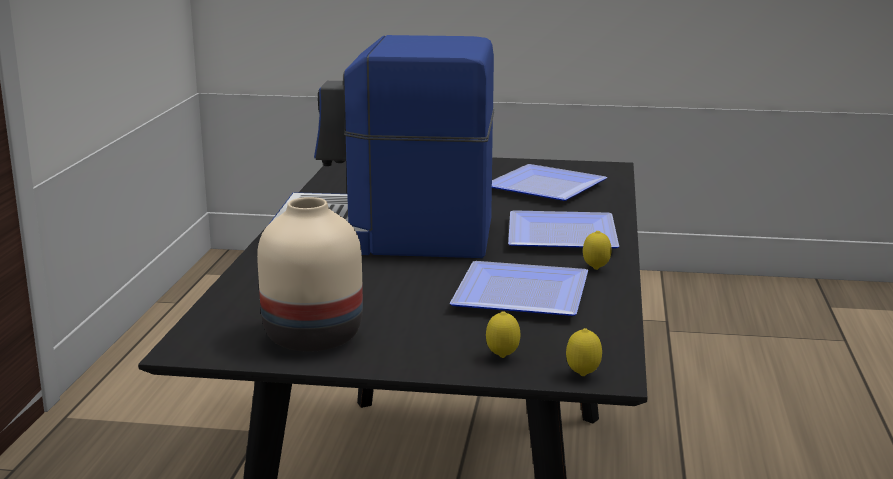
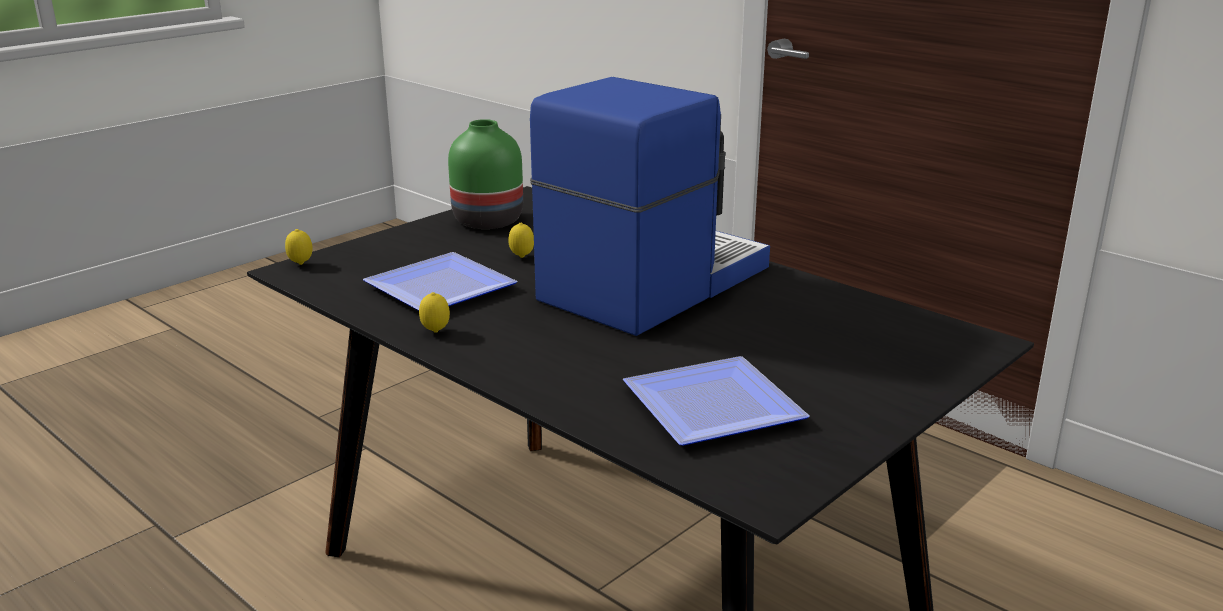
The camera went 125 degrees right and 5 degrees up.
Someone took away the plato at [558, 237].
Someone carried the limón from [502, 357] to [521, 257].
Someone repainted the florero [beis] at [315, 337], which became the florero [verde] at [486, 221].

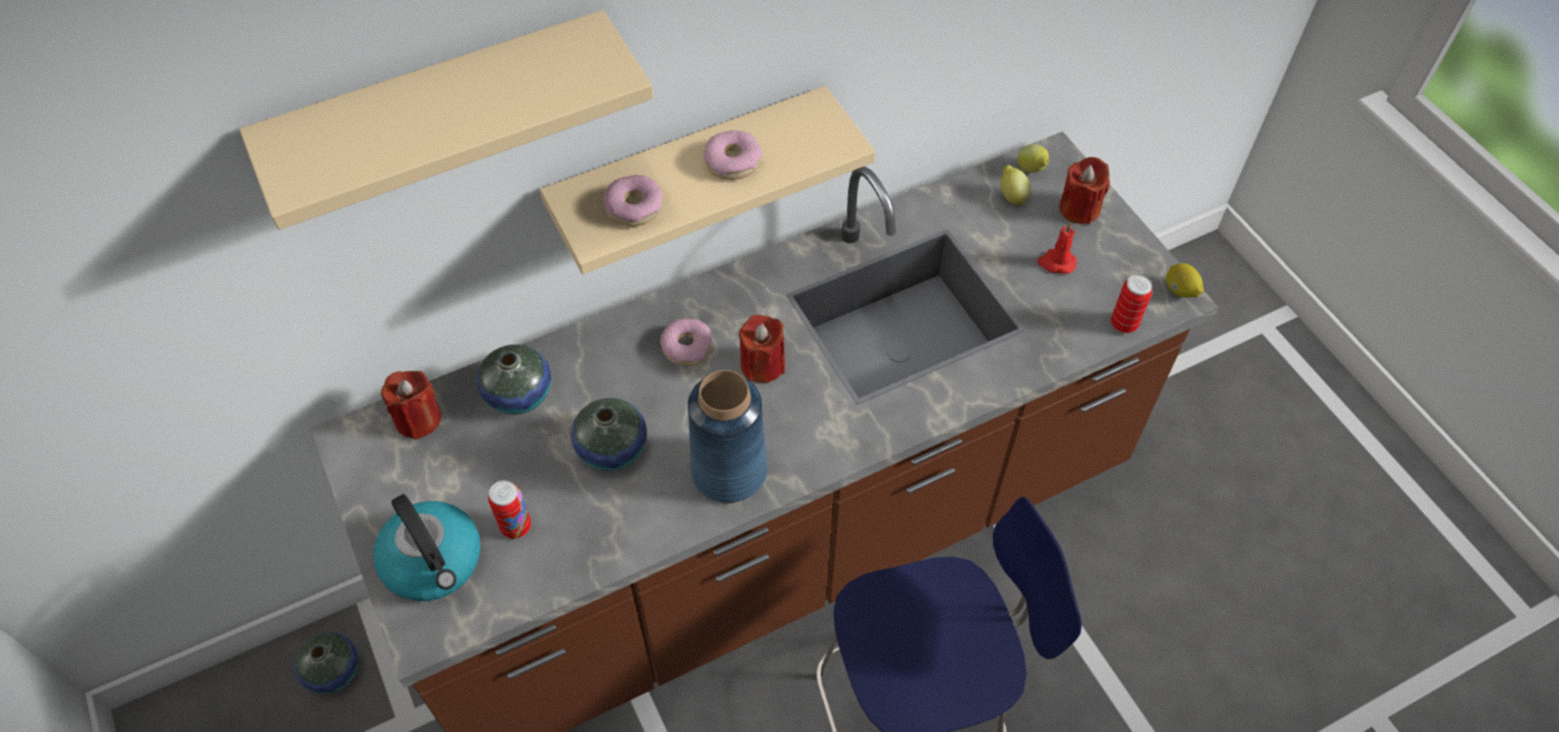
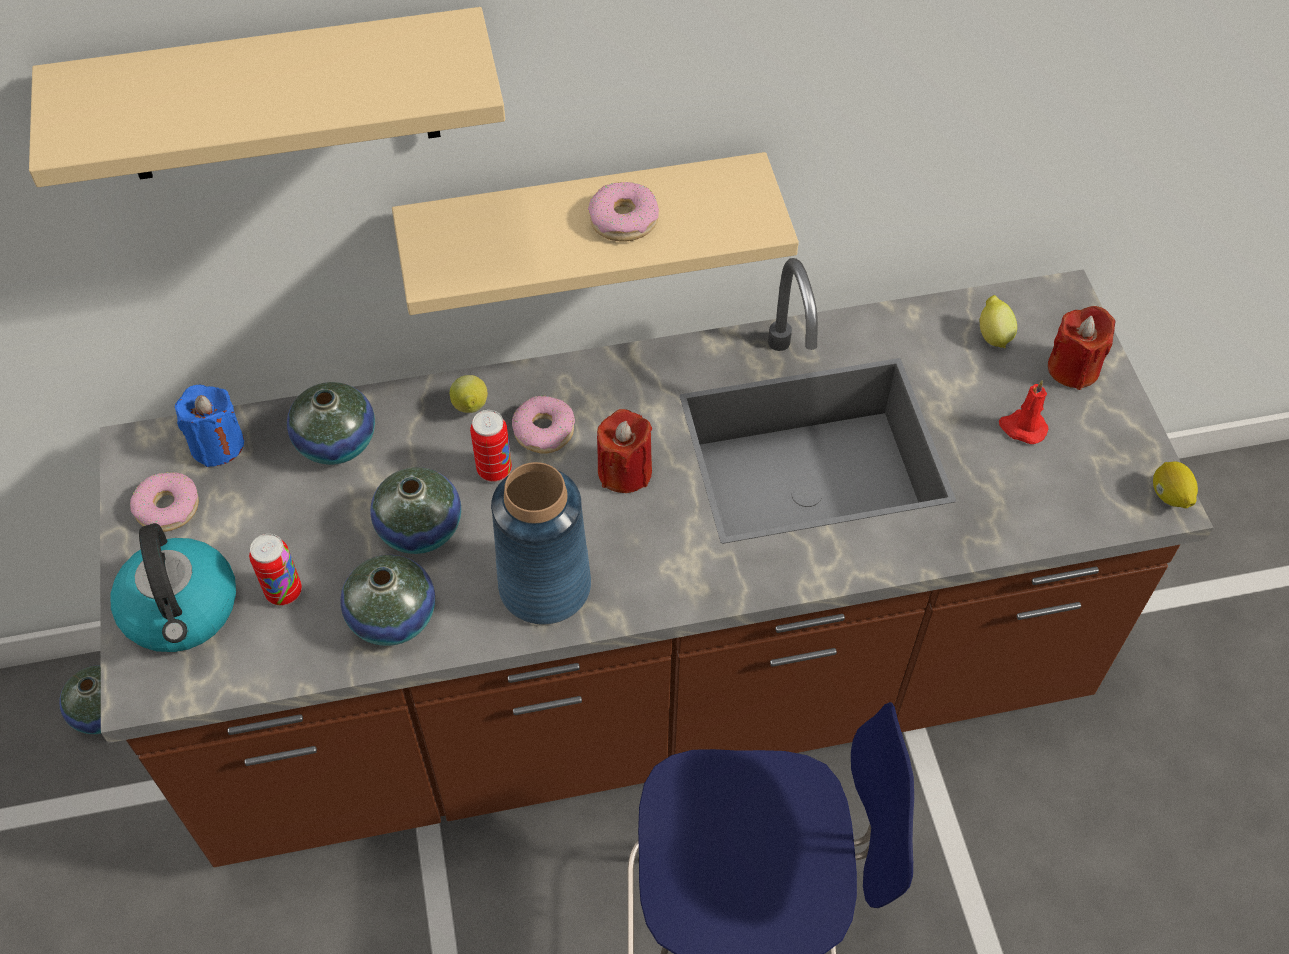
The camera went 15 degrees right and 0 degrees up.
Someone put down the florero at [393, 617].
Someone carried the rosquilla from [634, 207] to [168, 507].
Someone carried the limón from [1031, 170] to [471, 408].
Someone carried the lata from [1124, 324] to [494, 470].
Someone repainted the vela [rojo] at [418, 419], which became the vela [azul] at [217, 444].

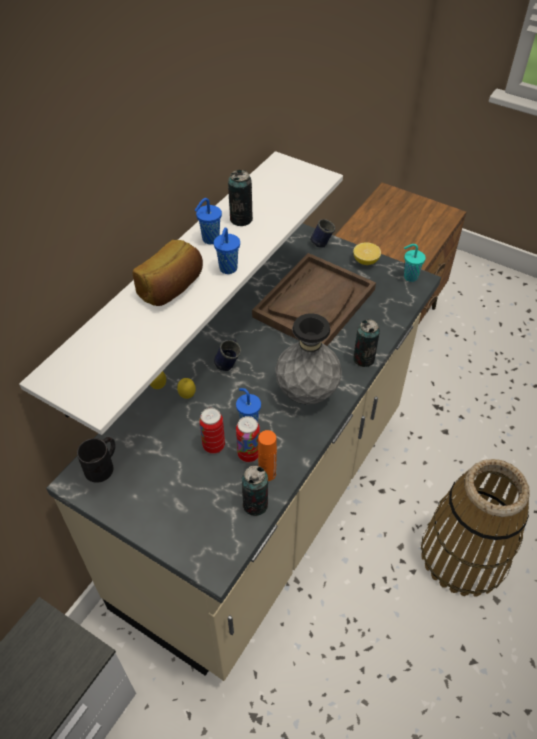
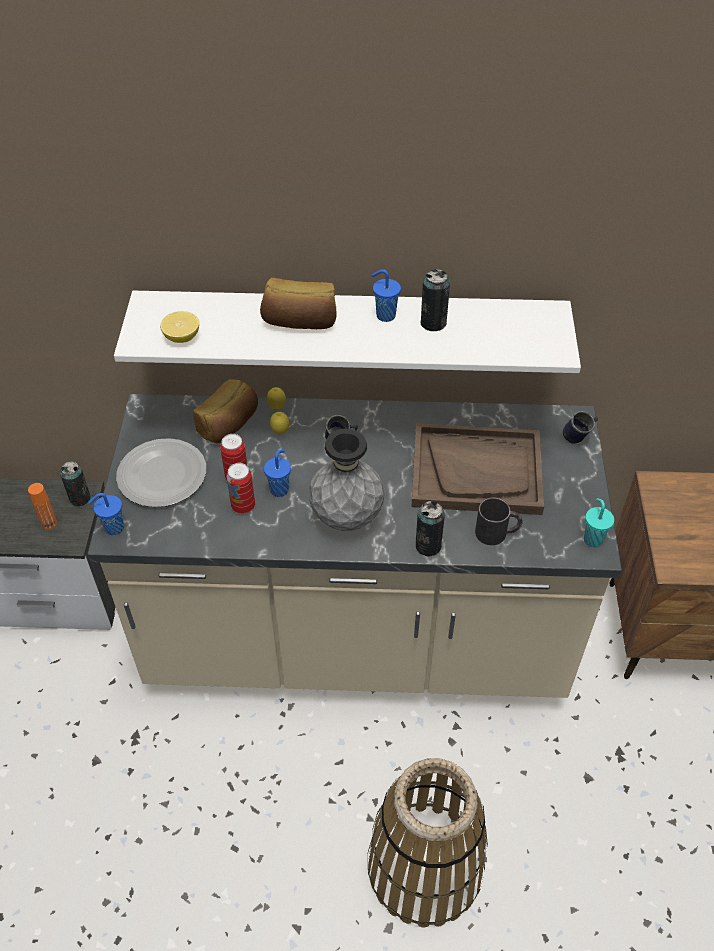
The camera went 60 degrees right and 0 degrees up.
Someone put down the plato at [162, 476].
Someone put down the pan at [229, 424].
Someone carried the taza grande [negro] from [103, 465] to [497, 533].
Someone carried the taza [azul] from [228, 269] to [113, 528].
Someone carried the lata from [255, 505] to [80, 498].
Someone carried the botella [naranja] from [267, 473] to [49, 523].
Someone carried the limón from [365, 261] to [182, 337].

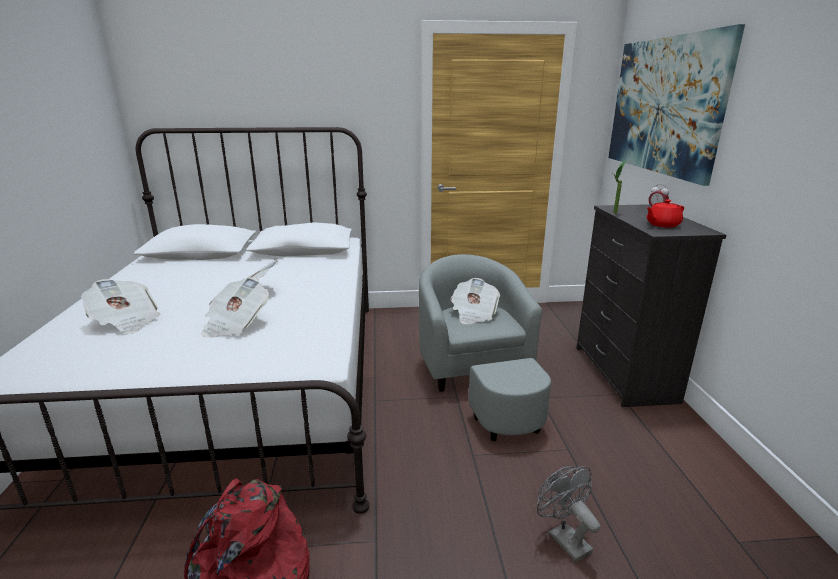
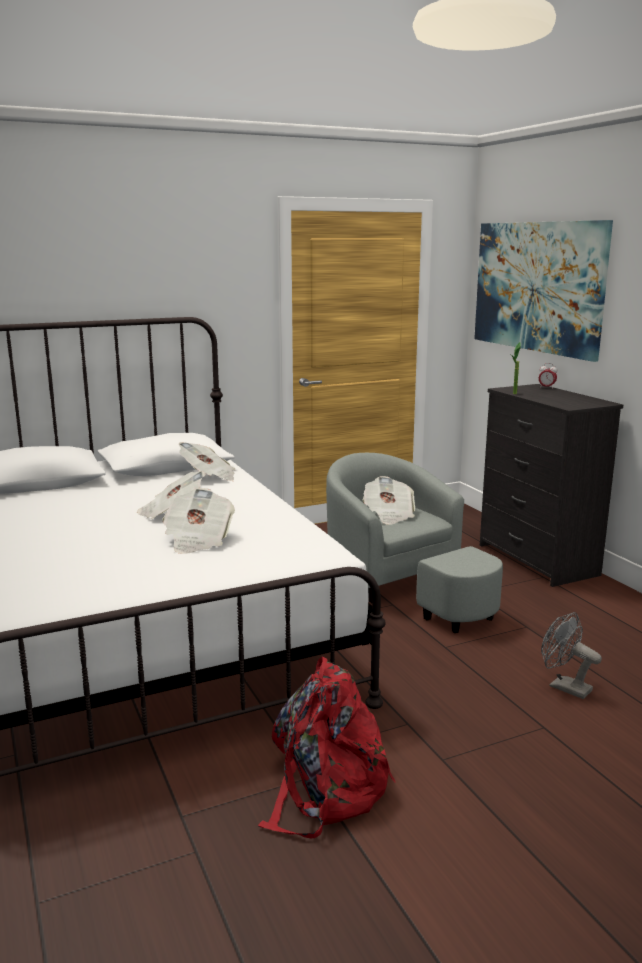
The camera went 20 degrees left and 5 degrees down.
Someone took away the tetera [rojo] at [662, 225].
Someone carried the periódico from [125, 321] to [209, 476].

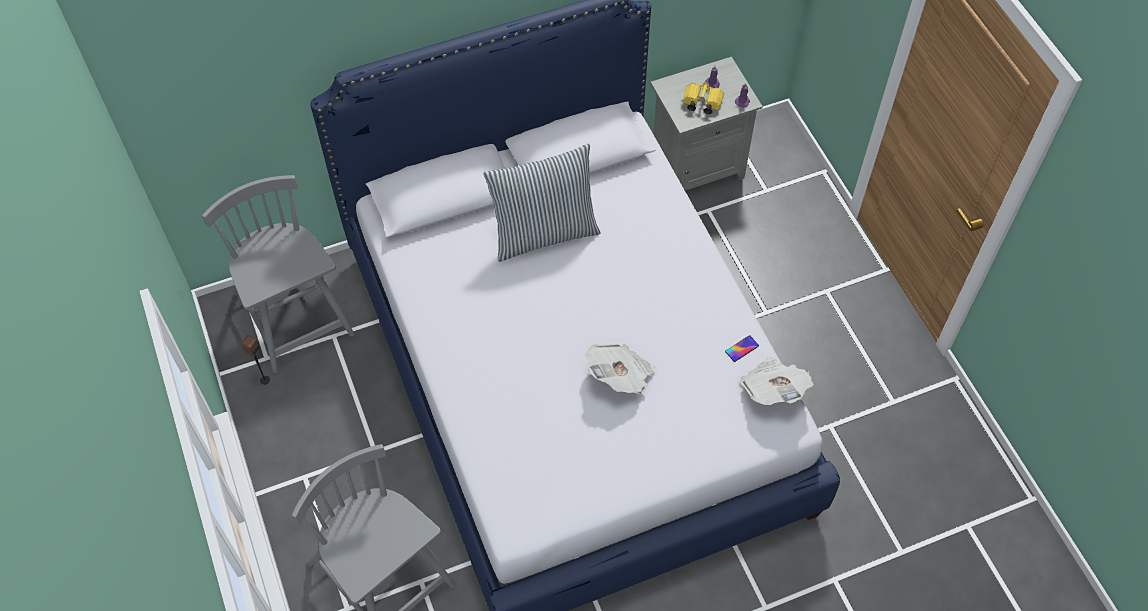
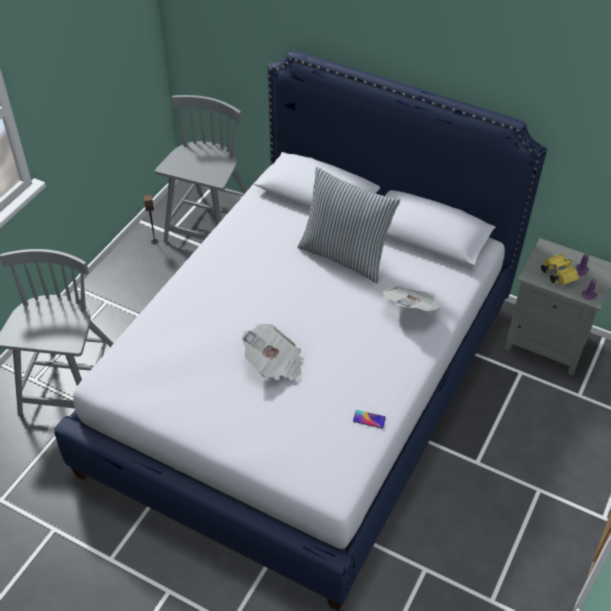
The camera went 50 degrees right and 10 degrees down.
Someone carried the periódico from [773, 389] to [412, 308].

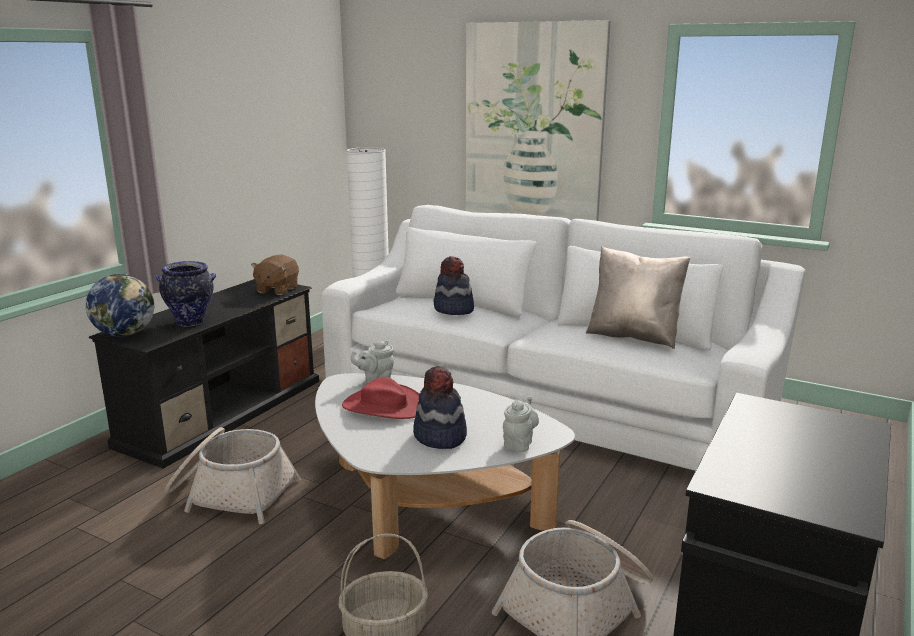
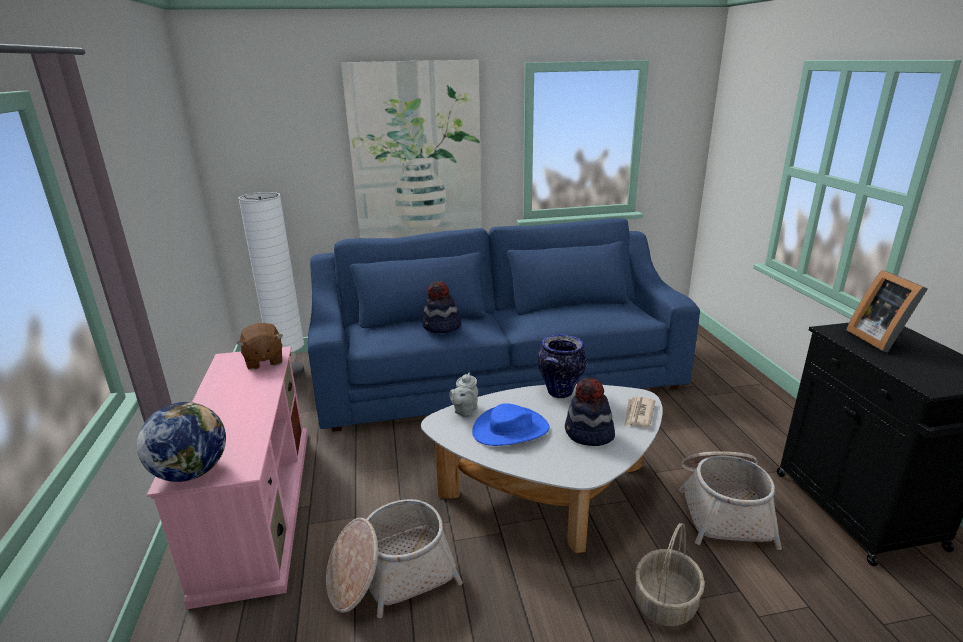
The camera went 40 degrees left and 5 degrees up.
Someone took away the cojín [beis] at [634, 336].
Someone put down the portarretratos at [879, 339].
Someone carried the florero from [191, 322] to [560, 392].
Someone swapped the tetera [gris] at [519, 443] for the periódico at [638, 414].
Someone repainted the mueble de televisión [negro] at [223, 411], which became the mueble de televisión [rosa] at [257, 504].
Someone repainted the sofá [blanco] at [545, 398], which became the sofá [azul] at [499, 374].
Someone repainted the sombrero [rojo] at [383, 407], which became the sombrero [azul] at [511, 430].

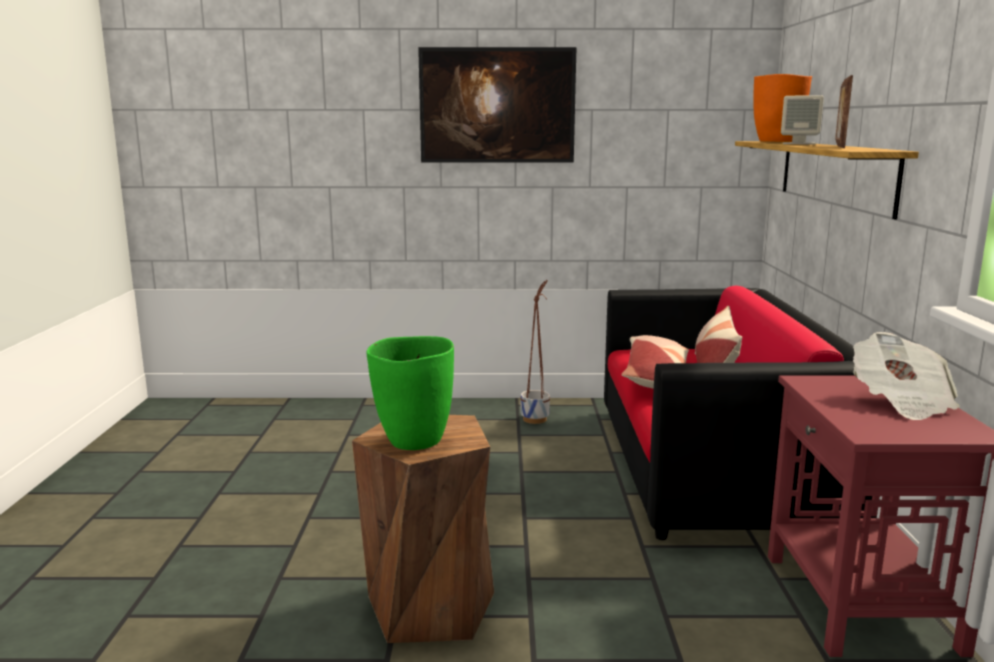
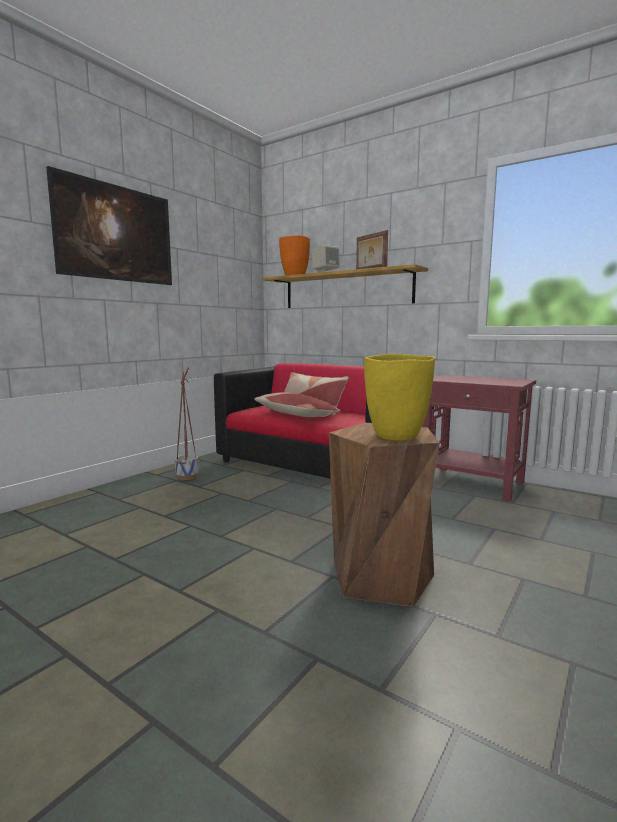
The camera went 55 degrees left and 5 degrees down.
Someone took away the periódico at [901, 402].
Someone repainted the florero [verde] at [413, 441], which became the florero [amarillo] at [397, 436].

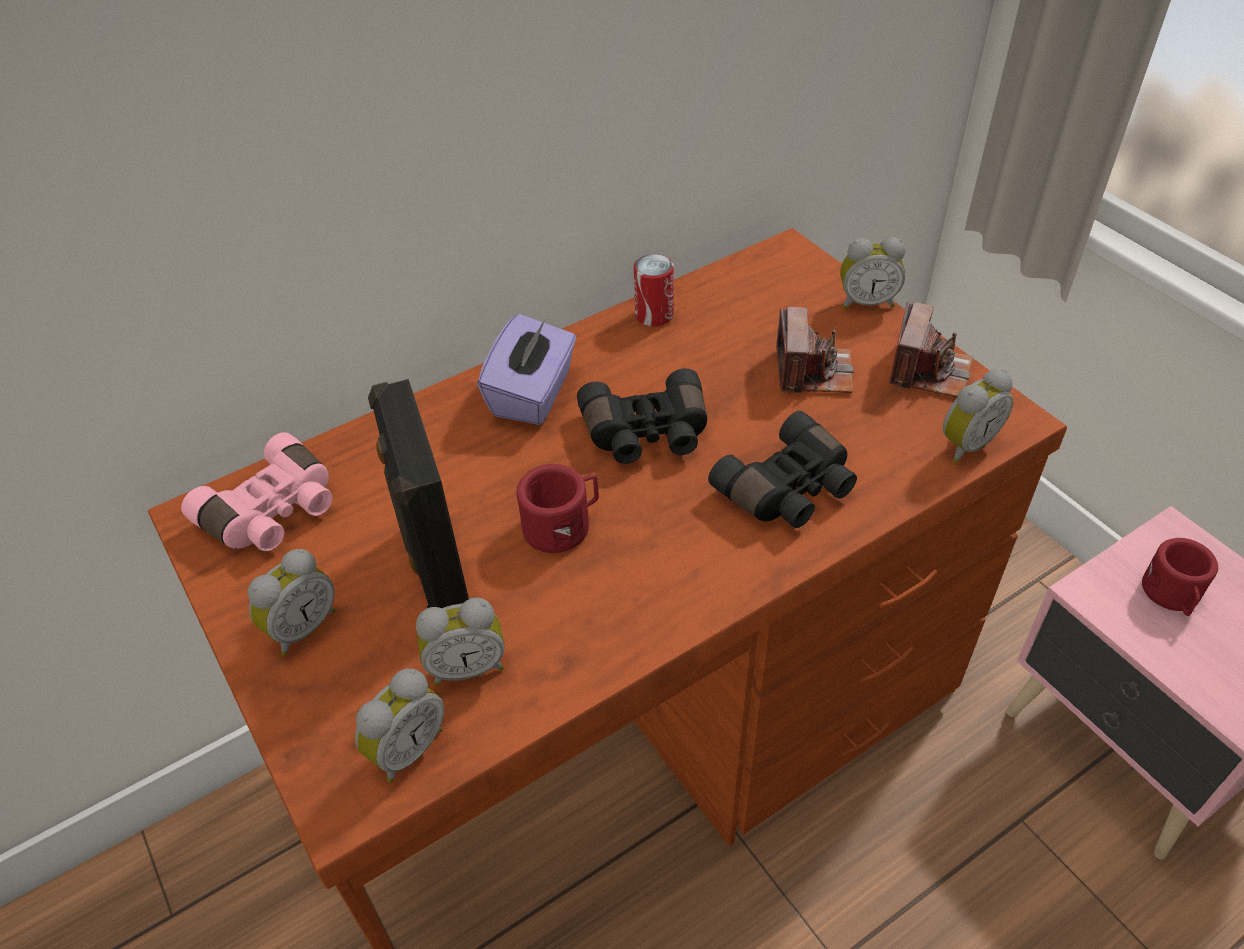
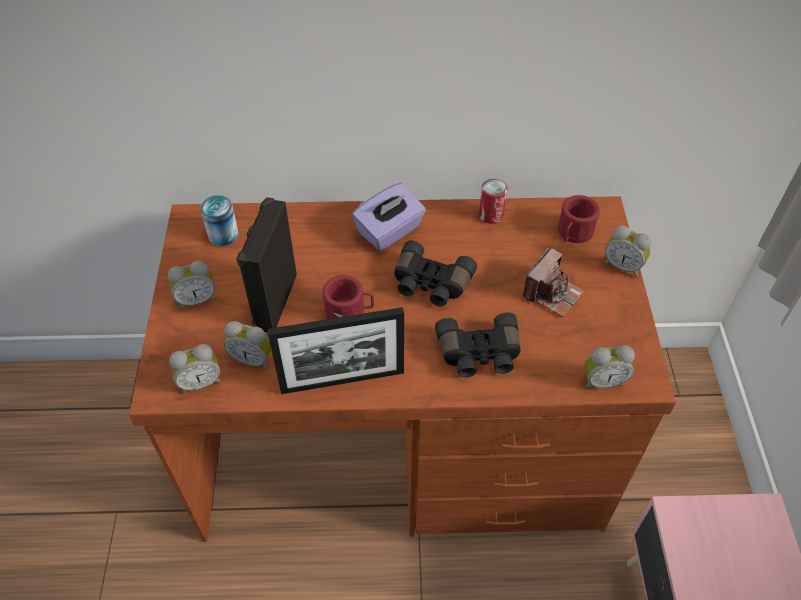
The camera went 30 degrees right and 5 degrees up.
Someone took away the cámara at [928, 371].
Someone put down the portarretratos at [342, 380].
Someone carried the taza grande [rojo] from [1172, 595] to [573, 233].
Someone swapped the prismáticos [rosa] at [274, 513] for the lata at [223, 234].

